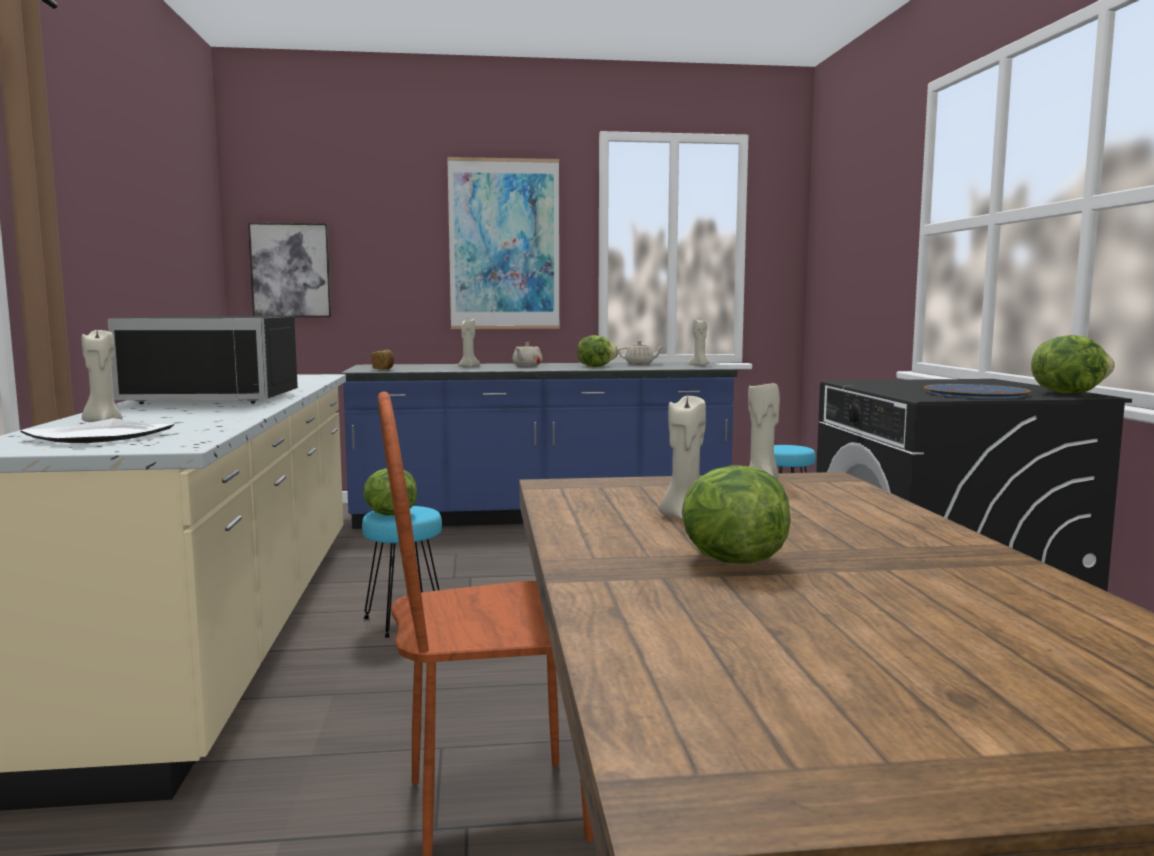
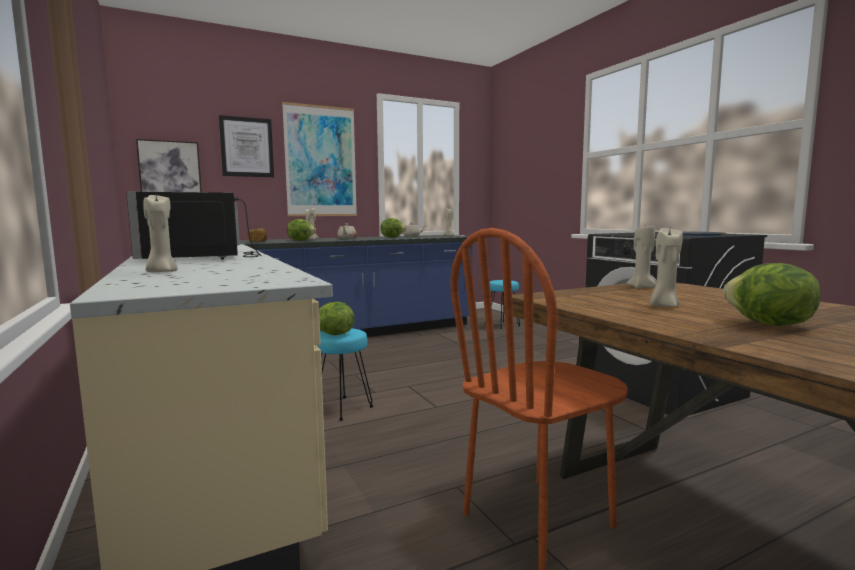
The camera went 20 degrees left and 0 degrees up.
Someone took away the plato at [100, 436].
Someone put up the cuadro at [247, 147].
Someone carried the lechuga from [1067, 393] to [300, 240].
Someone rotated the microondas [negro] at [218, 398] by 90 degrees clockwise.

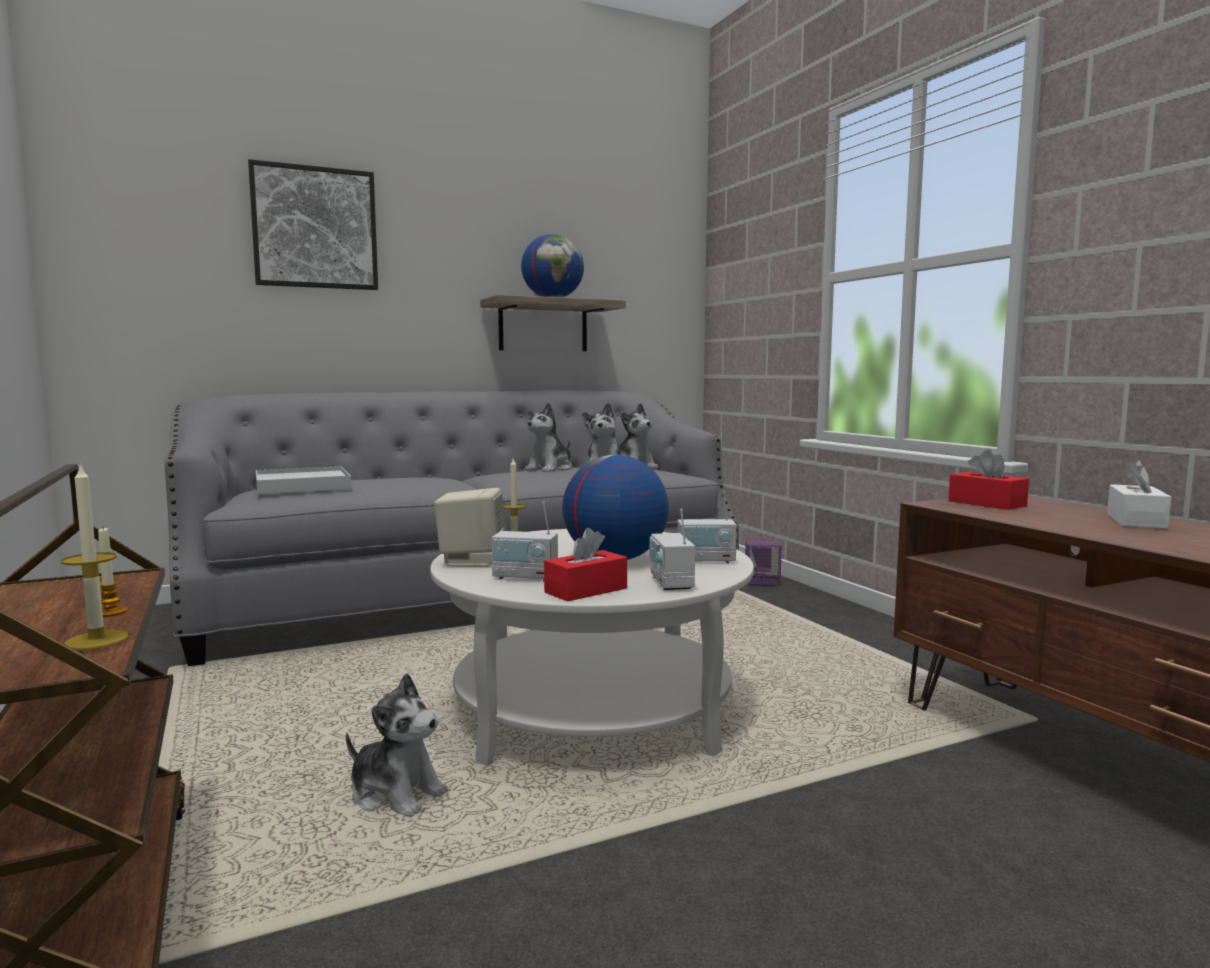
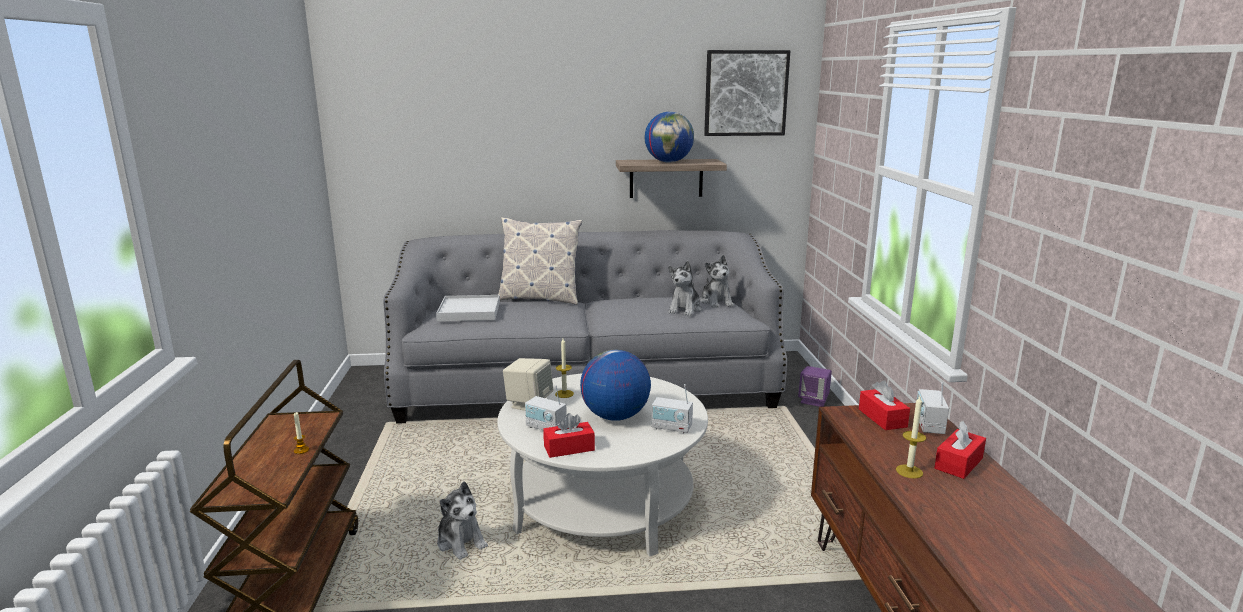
The camera went 20 degrees right and 10 degrees up.
Someone took away the peluche at [550, 469].
Someone put down the cojín at [540, 298].
Someone carried the vela from [96, 640] to [909, 471].
Someone carried the cuadro from [315, 228] to [745, 93].
Someone carried the radio from [671, 583] to [929, 425].
Someone repainted the caja de pañuelos [blanco] at [1136, 521], which became the caja de pañuelos [rojo] at [958, 463].

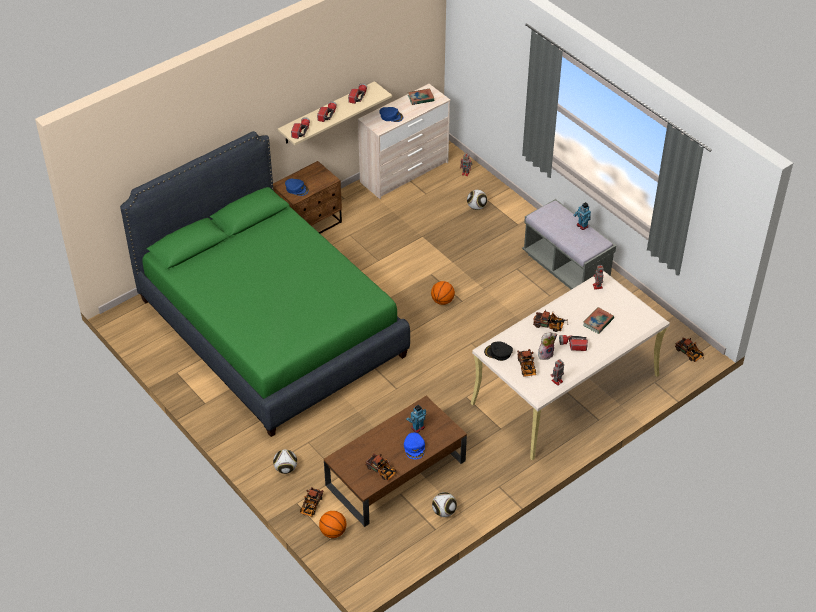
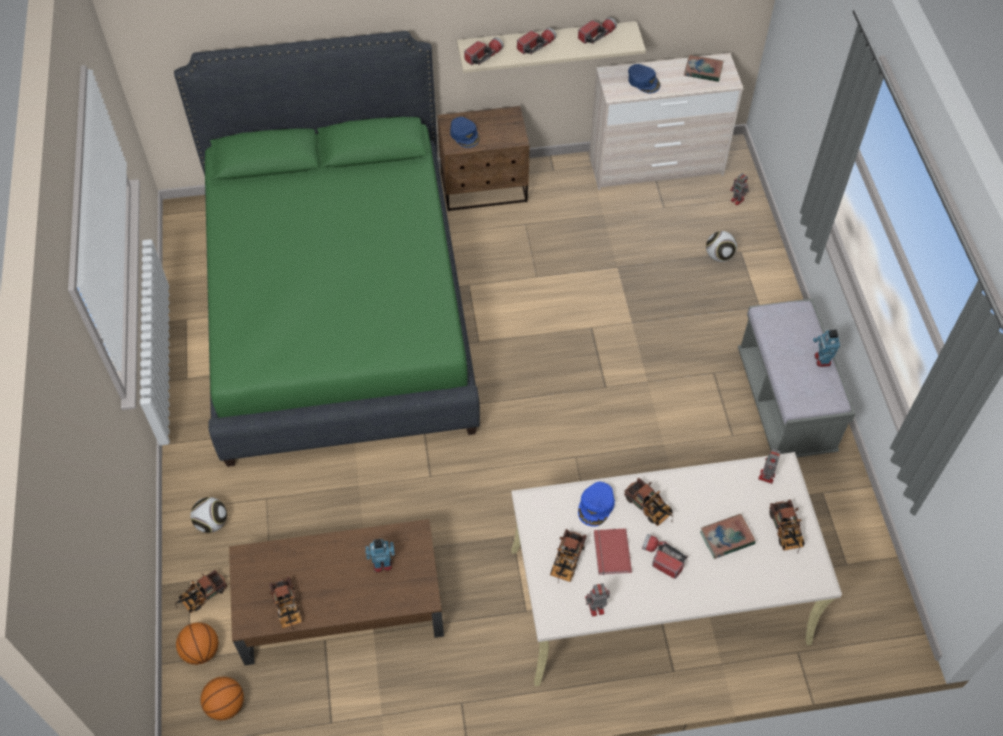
The camera went 30 degrees right and 10 degrees up.
Someone took away the balón de fútbol at [444, 511].
Someone took away the gorra [negro] at [498, 353].
Someone carried the gorra [azul] from [414, 447] to [596, 506].
Someone carried the balón de baloncesto from [442, 301] to [226, 705].
Someone carried the camión de juguete from [689, 354] to [786, 532].
Someone swapped the peluche at [545, 354] for the libro [rojo] at [610, 552].

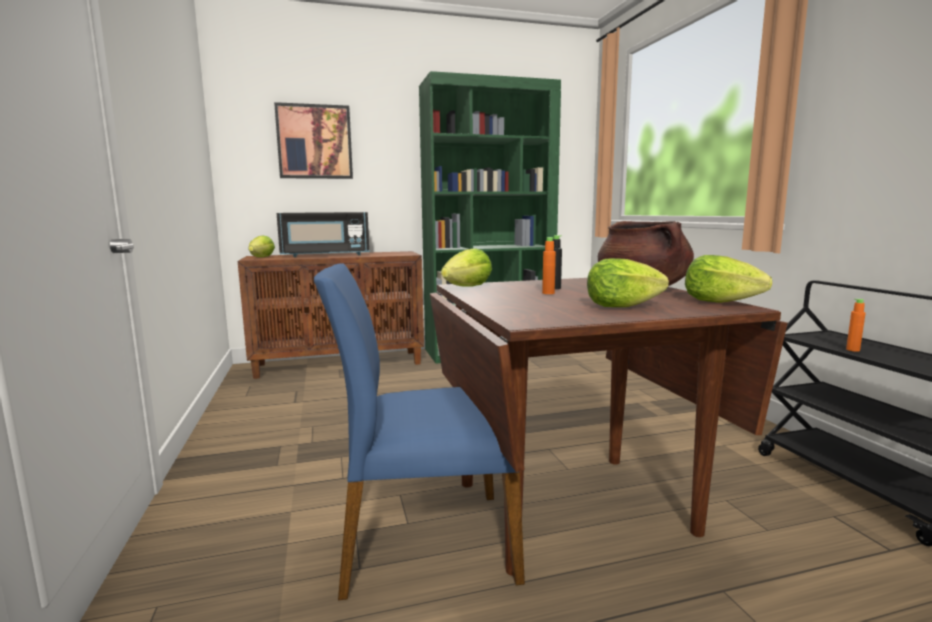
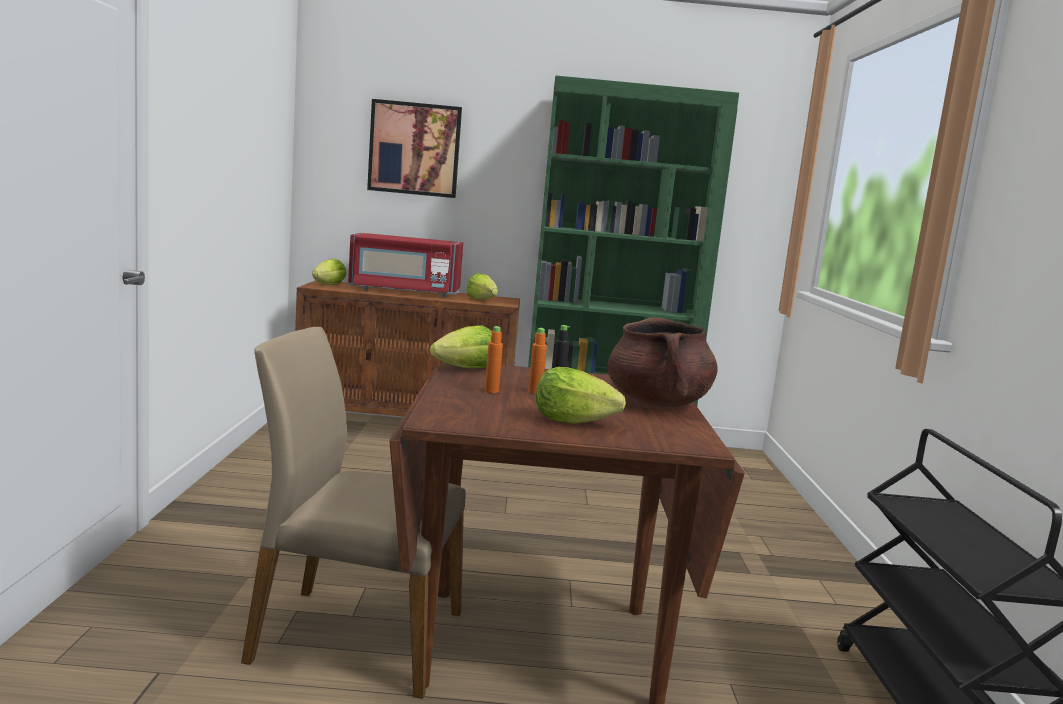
The camera went 15 degrees right and 0 degrees up.
Someone carried the lechuga from [720, 302] to [482, 300].
Someone carried the botella [naranja] from [853, 350] to [491, 391].
Someone repainted the microondas [negro] at [325, 255], which became the microondas [rojo] at [404, 291].
Someone repainted the silla [azul] at [424, 542], which became the silla [beis] at [355, 637].

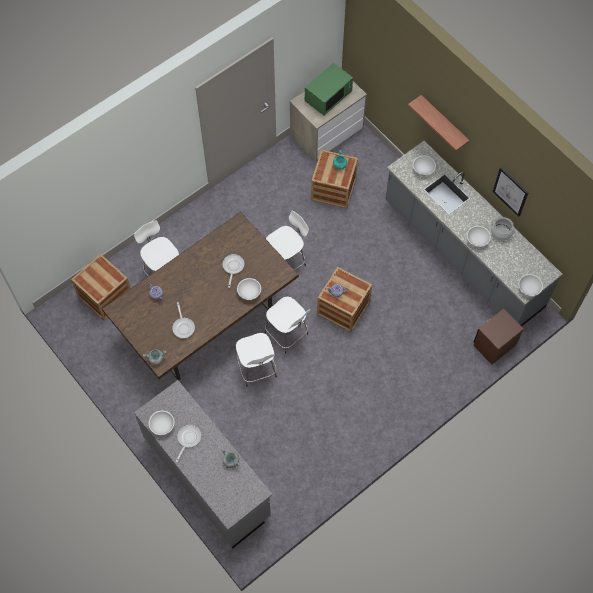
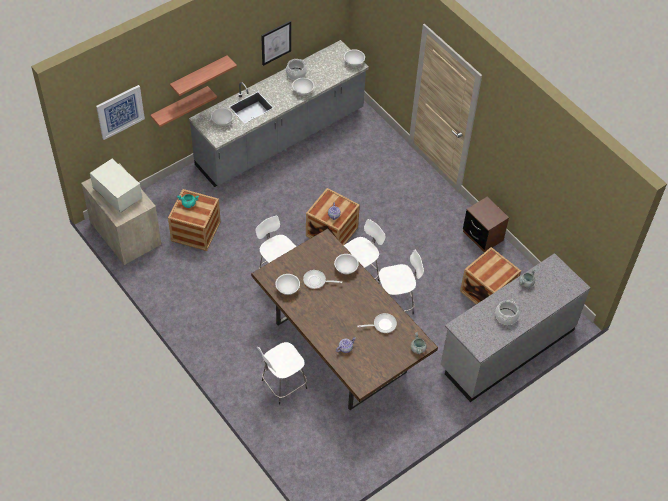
The camera went 90 degrees left and 10 degrees down.
Someone put up the cuadro at [120, 111].
Someone put up the estante at [180, 107].
Someone carried the caja de embalaje from [105, 296] to [487, 292].
Someone carried the cuenco [blanco] from [162, 425] to [287, 288].
Someone carried the mesita de noche [marrón] from [494, 345] to [482, 236].
Someone swapped the sartén at [188, 439] for the olla at [506, 316].
Someone repainted the microondas [verde] at [328, 96], which became the microondas [blanco] at [117, 194].

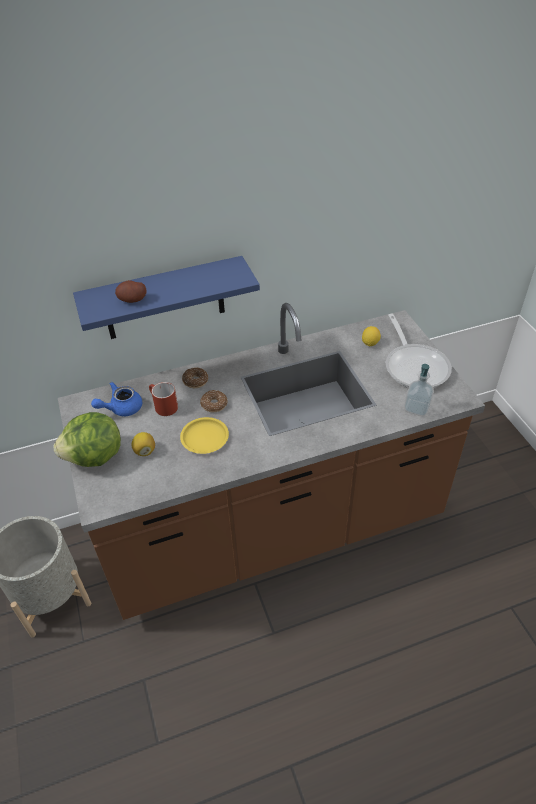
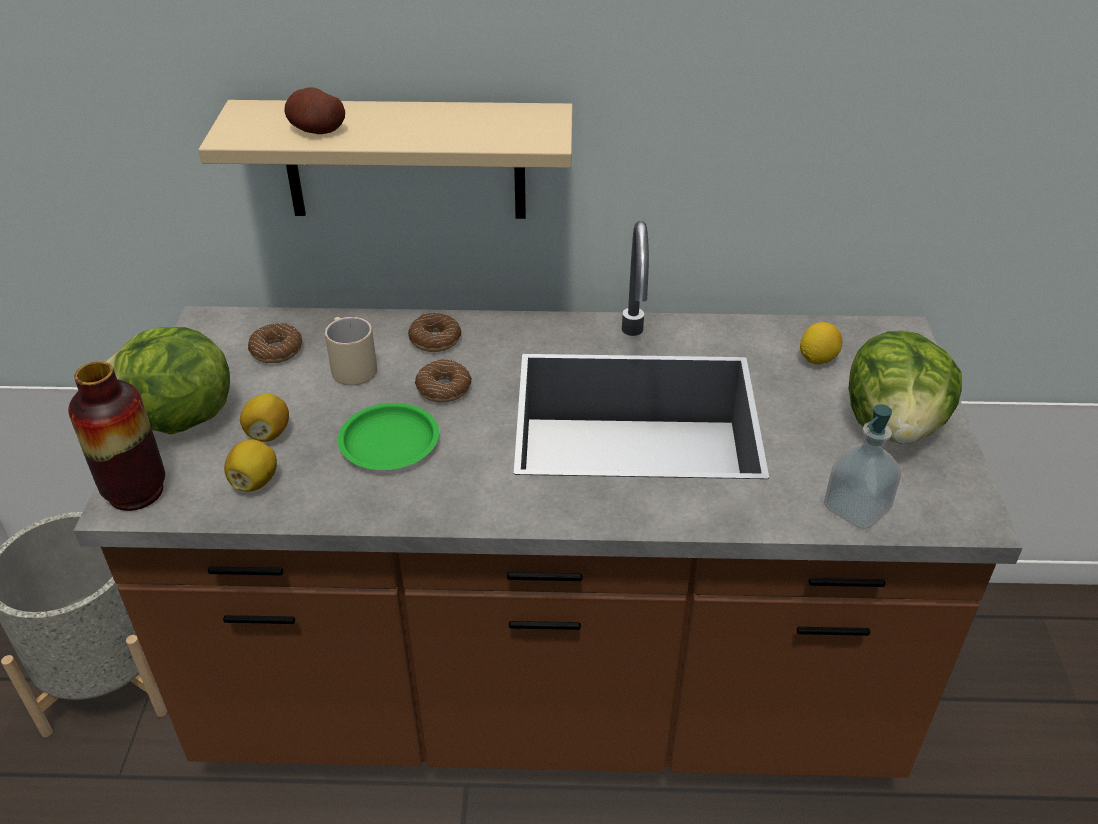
The camera went 20 degrees right and 5 degrees down.
Someone put down the florero at [136, 492].
Someone put down the limón at [255, 481].
Someone swapped the tetera [azul] at [121, 408] for the rosquilla at [276, 350].
Someone swapped the sartén at [415, 366] for the lechuga at [893, 426].
Someone repainted the estante [azul] at [164, 299], which became the estante [beis] at [405, 160].
Someone repainted the taza grande [rojo] at [162, 406], which became the taza grande [beis] at [349, 366].
Someone repainted the plato [amarillo] at [205, 438], which became the plato [verde] at [389, 443].

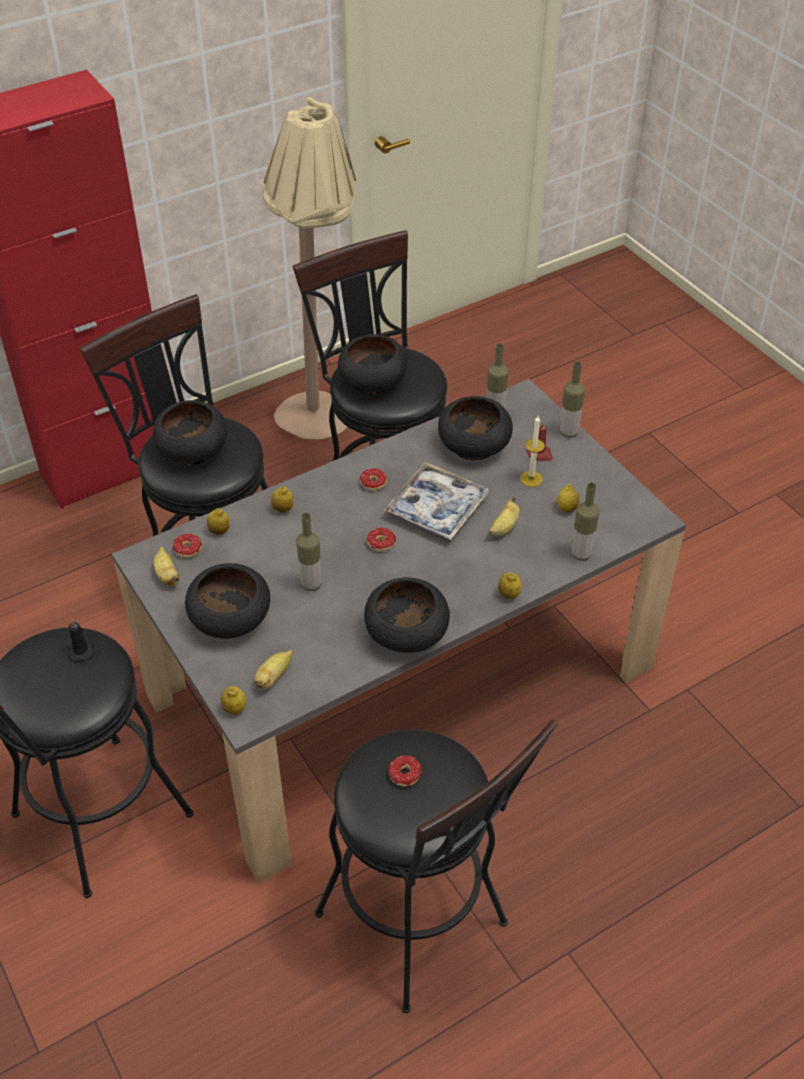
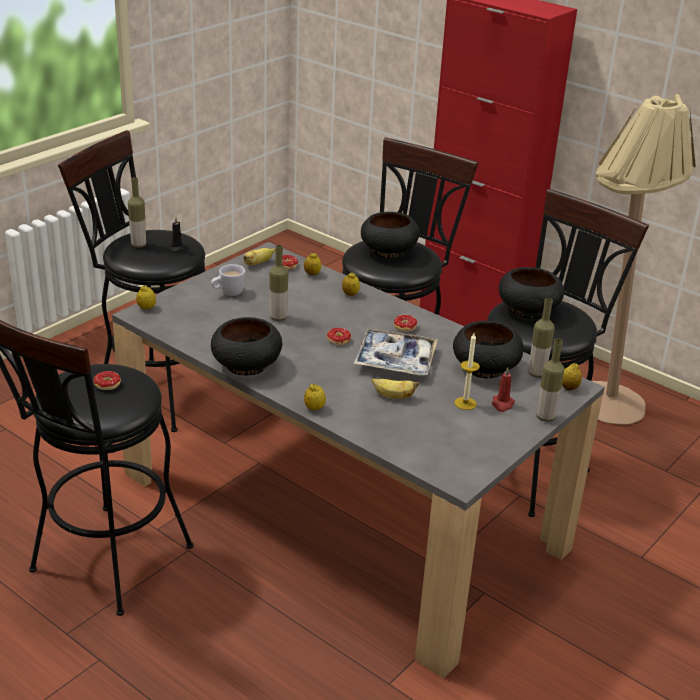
The camera went 70 degrees right and 15 degrees down.
Someone took away the plátano at [273, 677].
Someone carried the limón from [566, 508] to [569, 388].
Someone carried the botella from [581, 554] to [138, 245].
Someone swapped the cuenco [negro] at [231, 620] for the taza grande [blanco] at [228, 293].

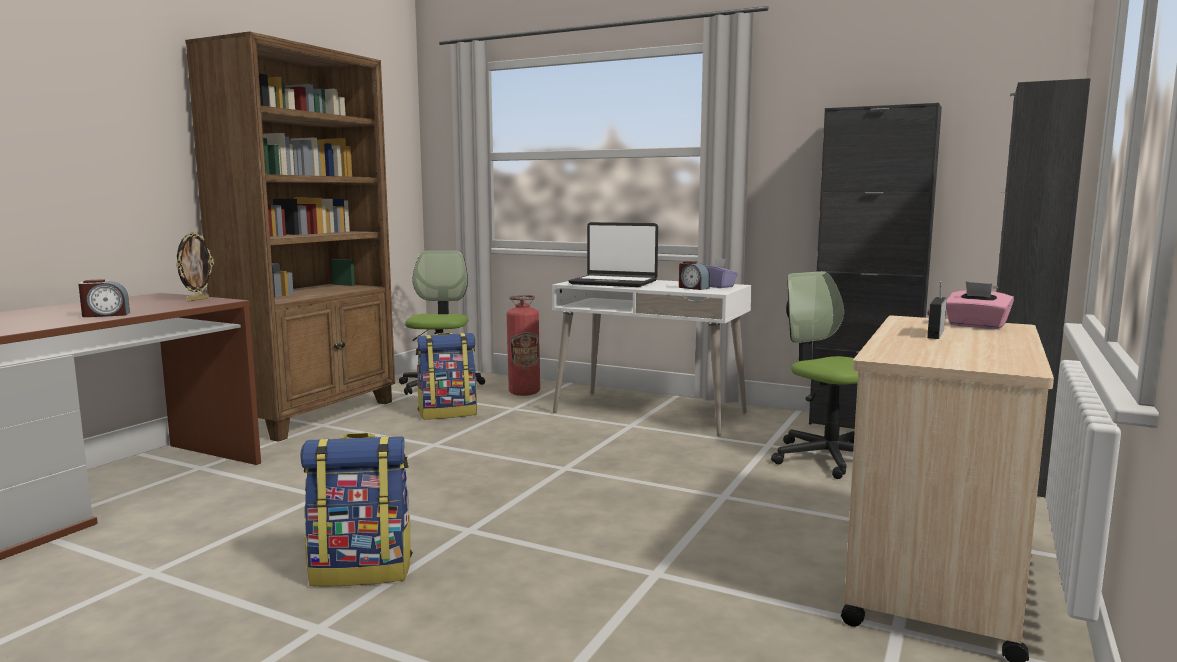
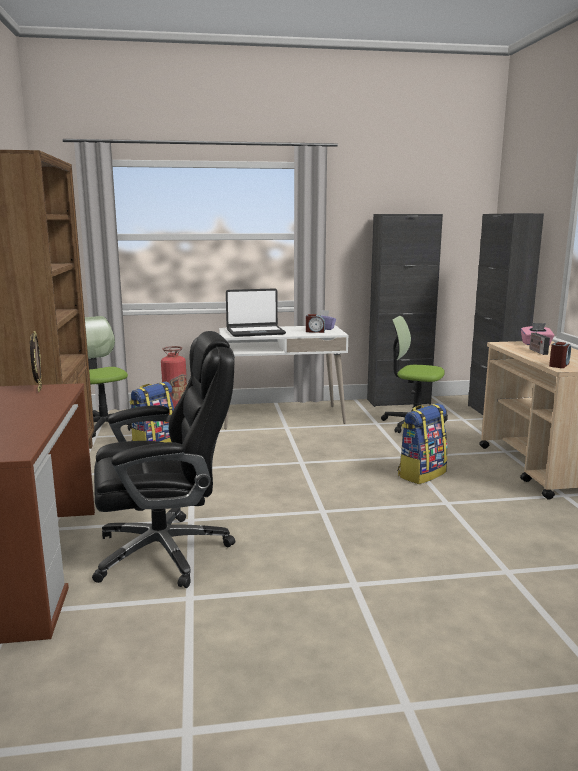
The camera went 35 degrees left and 5 degrees up.
Someone put down the silla de oficina [negro] at [166, 551].
Someone carried the despertador from [105, 315] to [559, 365].
Someone carried the mochila from [362, 570] to [421, 474].

